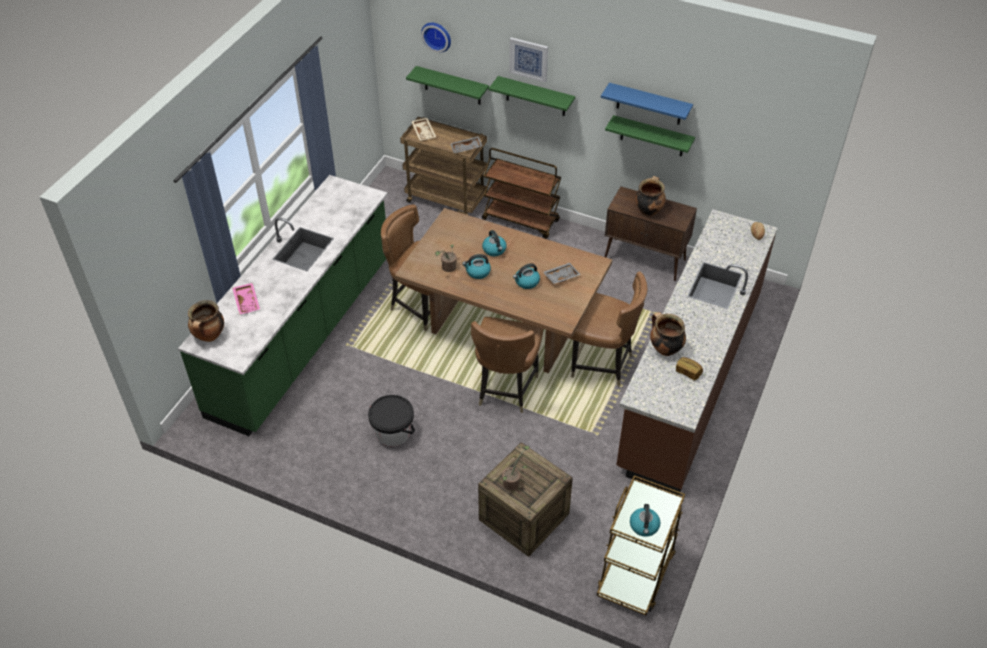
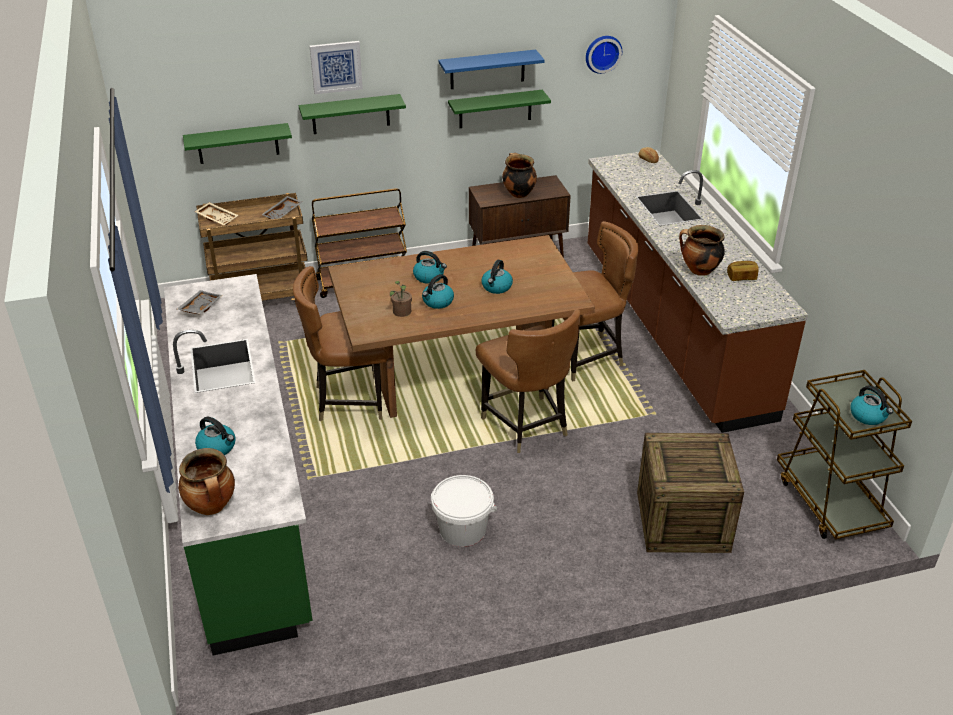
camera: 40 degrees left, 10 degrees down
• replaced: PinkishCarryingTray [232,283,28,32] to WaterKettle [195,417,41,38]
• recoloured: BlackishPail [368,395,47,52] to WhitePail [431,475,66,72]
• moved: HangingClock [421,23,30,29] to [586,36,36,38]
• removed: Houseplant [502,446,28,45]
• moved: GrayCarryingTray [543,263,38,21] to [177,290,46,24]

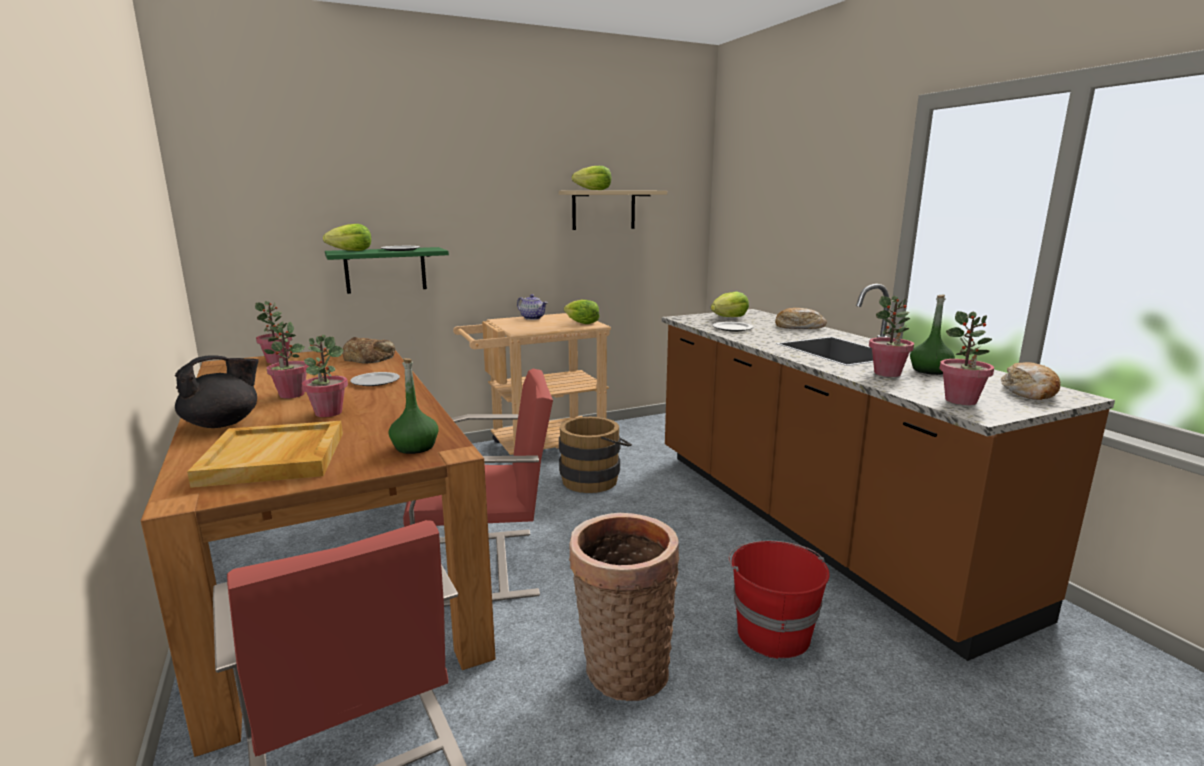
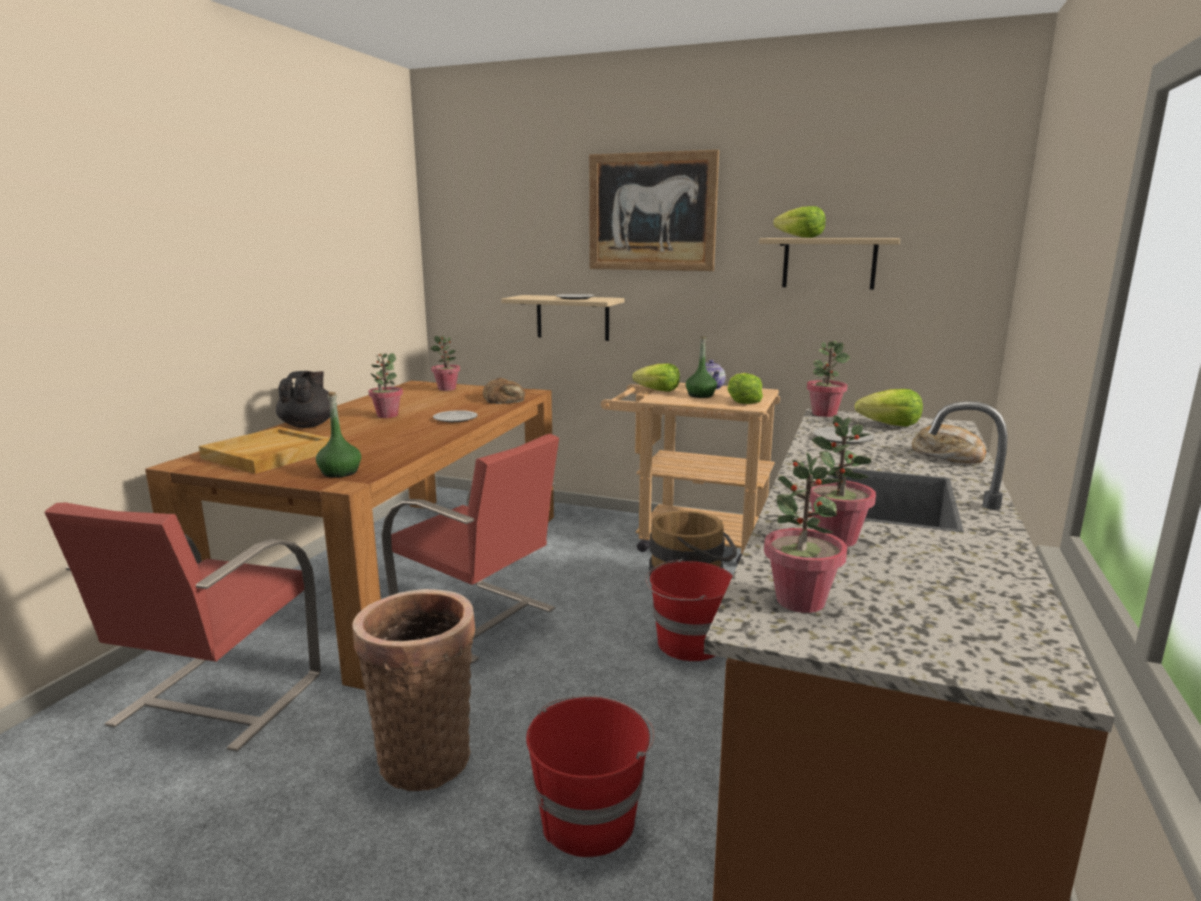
camera: 45 degrees right, 0 degrees up
• turned: BlackishTeaPot [175,355,84,73] = [276,371,61,57] 90 degrees counterclockwise
• moved: Houseplant [302,335,46,82] to [807,341,43,76]
• moved: LettuceHead [323,224,48,27] to [632,363,48,29]
• recoloured: GreenishBracketShelf [325,247,124,47] to SandColouredBracketShelf [501,295,123,46]
• moved: GreenishBeverageBottle [910,295,45,80] to [686,336,31,62]
• removed: BakedBread [1001,362,59,38]
• added: WallPicture [589,150,130,121]
• added: RedColouredPail [646,559,86,102]

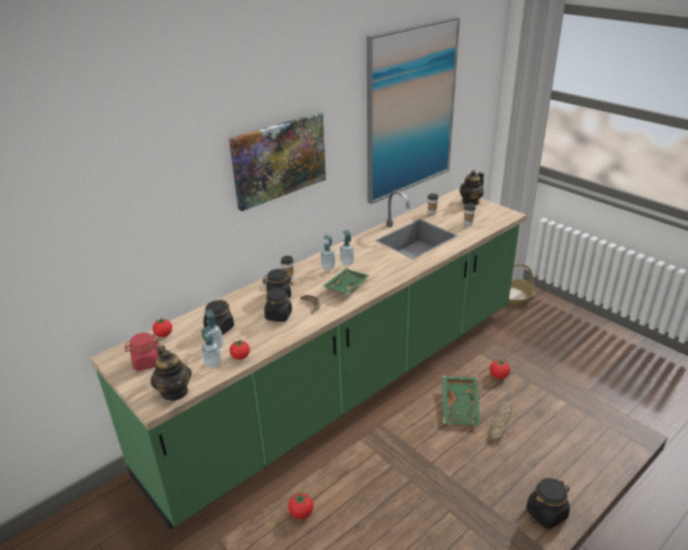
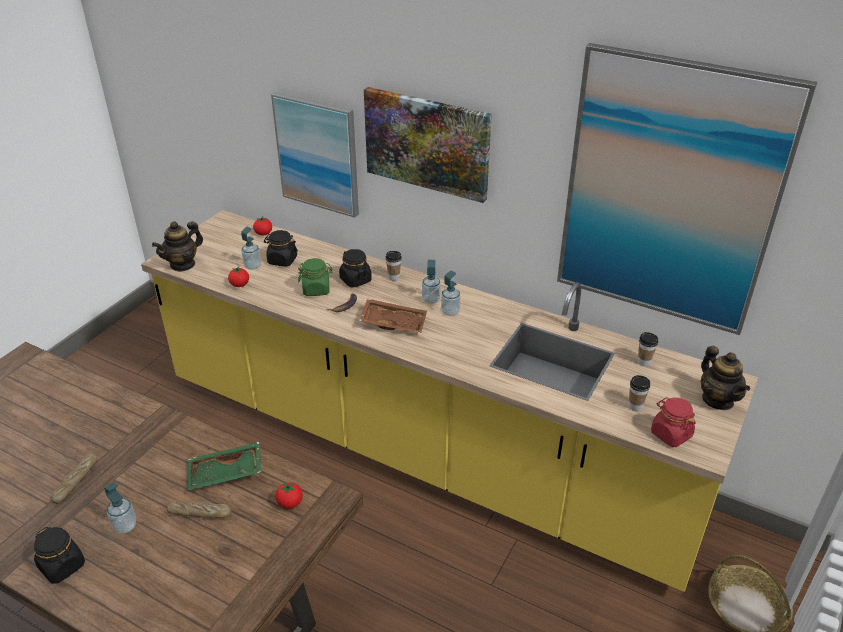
camera: 70 degrees right, 5 degrees up
• recoloured: GreenishCounter [90,189,437,340] to YellowColouredCounter [141,210,617,382]
• moved: RedColouredStorageJar [125,333,35,38] to [651,397,45,50]
• moved: SoapBottle [201,326,21,42] to [104,482,32,52]
• recoloured: BlackishStorageJar [264,288,28,34] to GreenishStorageJar [298,258,34,38]
• removed: WholeTomato [288,492,26,27]
• recoloured: GreenishCarryingTray [323,268,47,26] to BrownCarryingTray [359,299,68,35]
• turned: TeaPot [460,170,24,36] = [701,346,49,64] 135 degrees counterclockwise
• added: BakedBread [52,453,45,51]
• added: WallPicture [271,92,88,126]

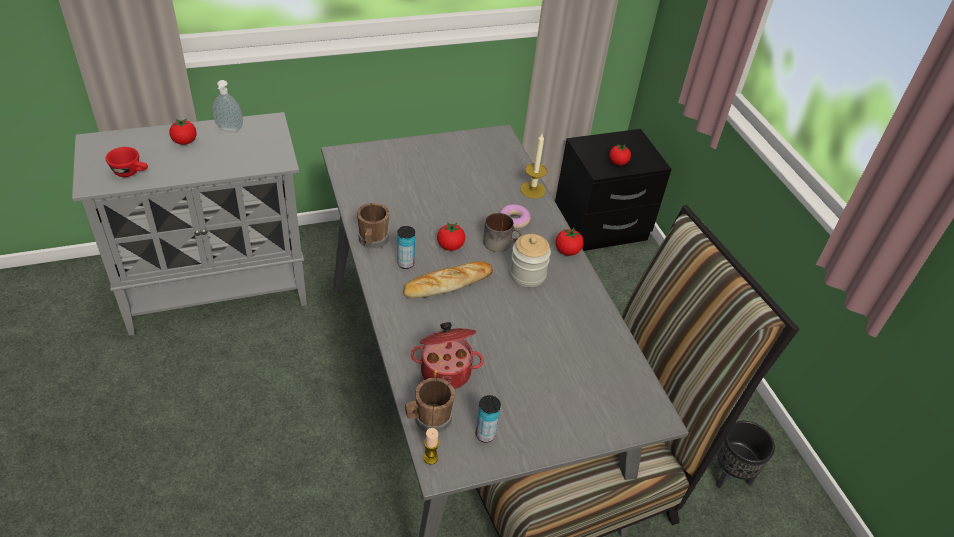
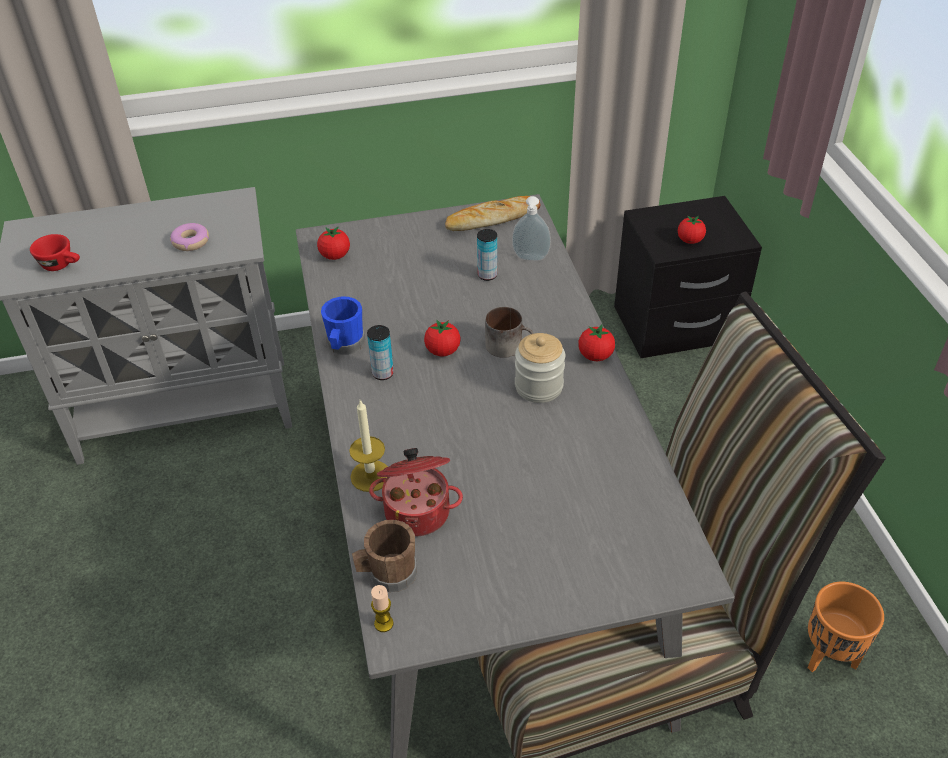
camera: 10 degrees right, 0 degrees up
• moved: WholeTomato [169,118,28,27] to [317,226,33,34]
• moved: SoapBottle [212,80,31,51] to [512,196,39,65]
• recoloured: BrownTeaMug [357,203,32,46] to BlueColouredTeaMug [321,297,44,58]
• moved: BakedBread [404,261,89,37] to [445,196,96,35]
• moved: Can [476,395,25,48] to [477,229,20,52]
• moved: RingDoughnut [499,204,32,25] to [170,223,39,28]
• moved: WaxCandle [520,134,27,64] to [349,400,39,92]
• recoloured: BlackishFlowerPot [716,421,59,68] to OrangeyFlowerPot [808,582,76,90]

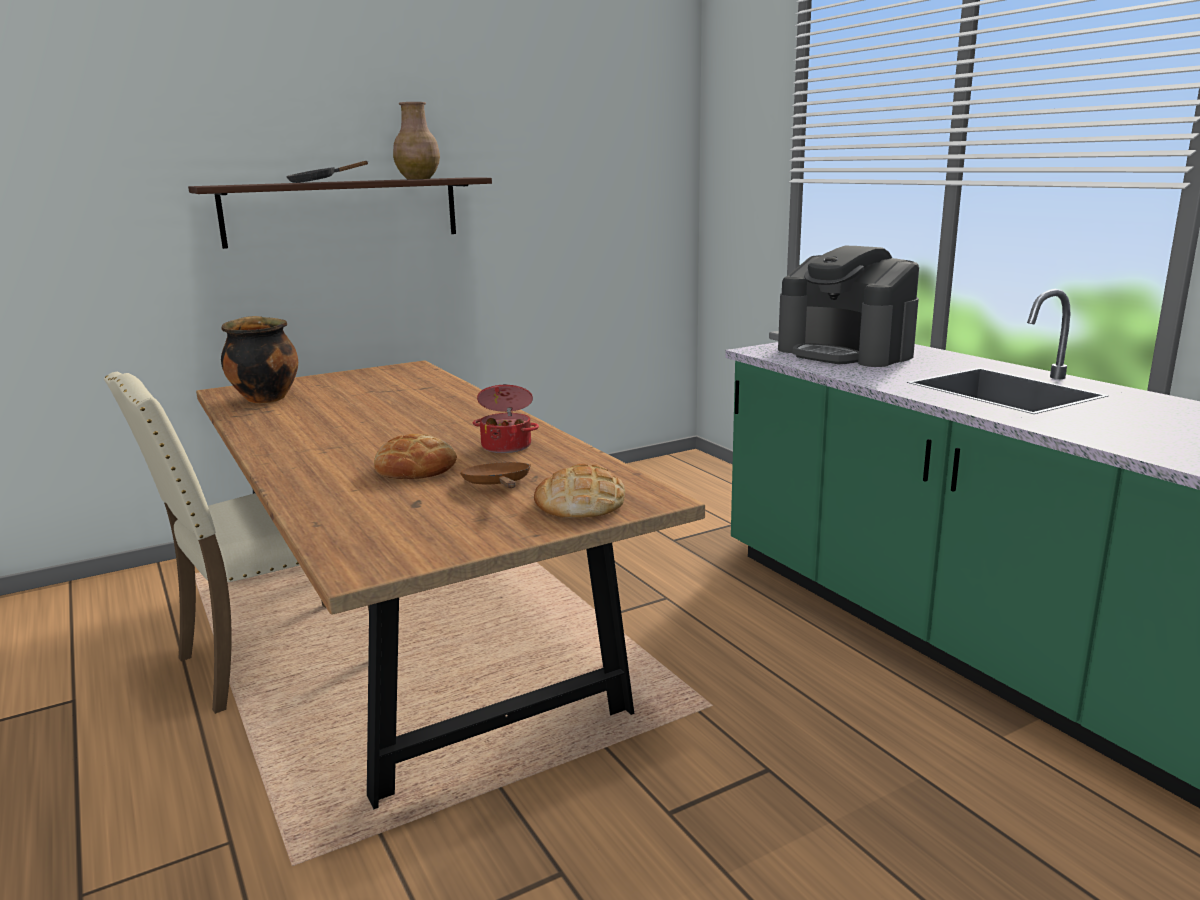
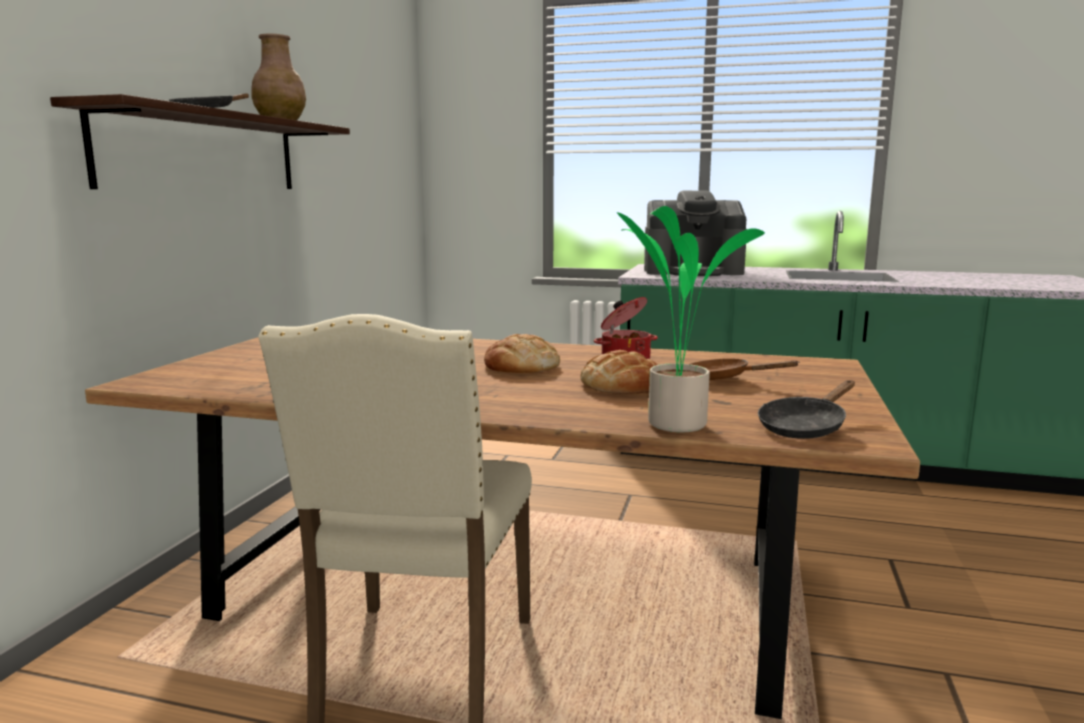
camera: 45 degrees left, 5 degrees down
• removed: Saucepot [221,316,77,88]
• moved: BakedBread [534,464,91,54] to [484,334,76,39]
• added: Houseplant [617,206,148,227]
• added: BlackishPan [758,380,97,59]

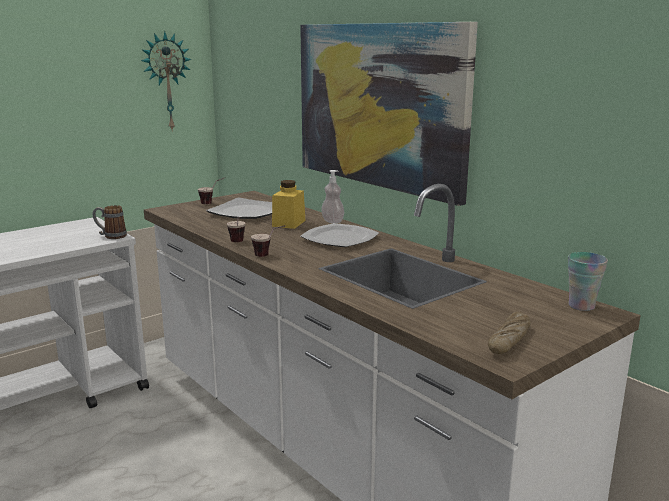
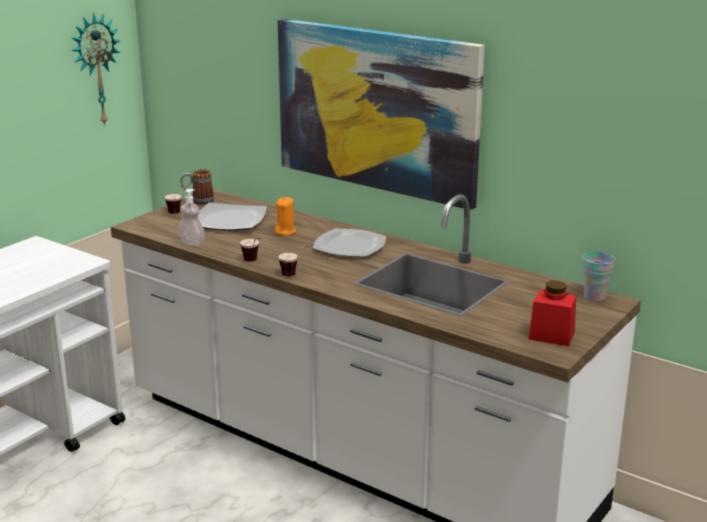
camera: 15 degrees left, 5 degrees up
• moved: TeaMug [92,205,35,34] to [180,169,34,36]
• replaced: YellowColouredStorageJar [272,180,34,49] to OrangeyWaxCandle [274,197,22,39]
• moved: SoapBottle [321,170,24,53] to [178,189,27,57]
• replaced: BakedBread [488,312,43,42] to RedColouredStorageJar [529,281,47,65]

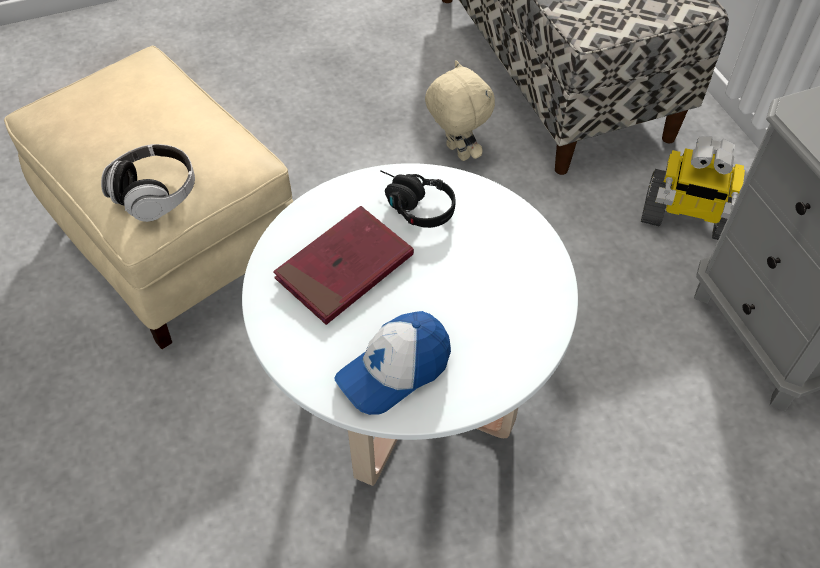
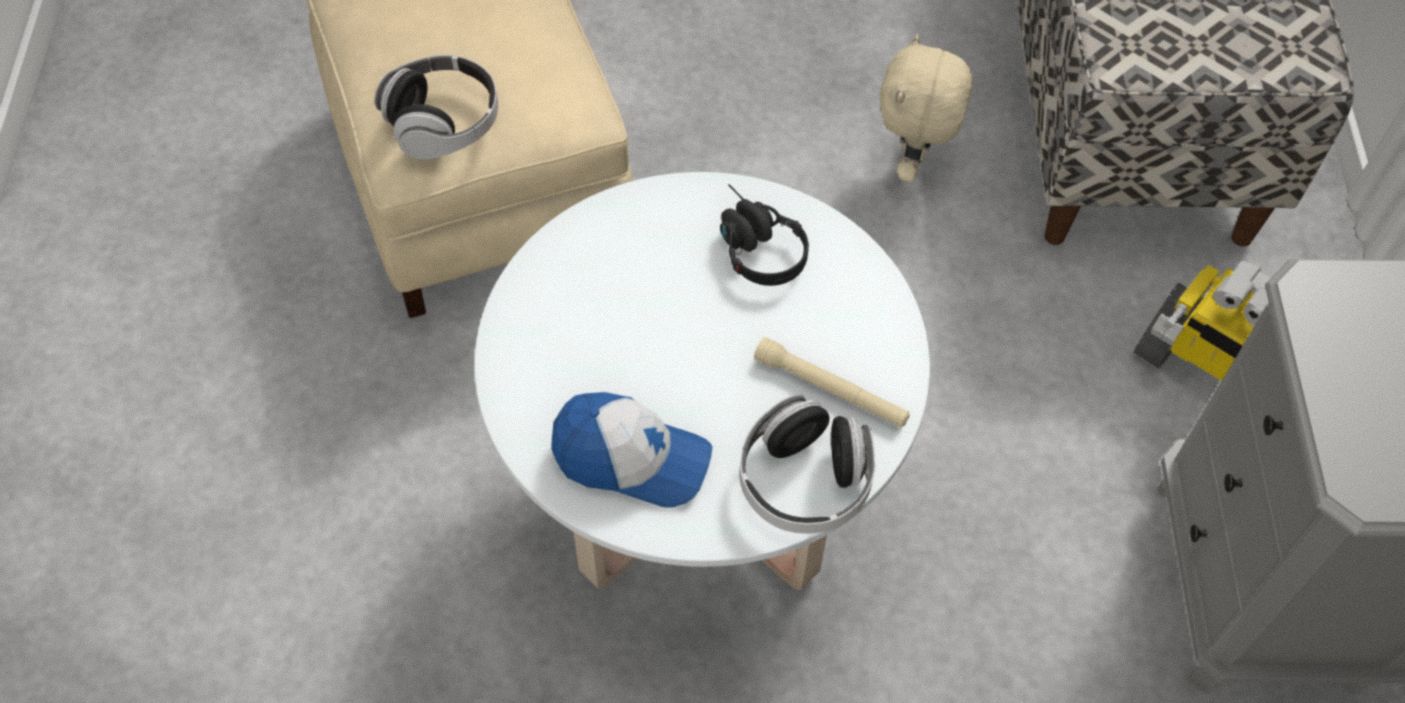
camera: 20 degrees right, 5 degrees up
• removed: RedColouredBoundBook [273,206,141,119]
• turned: PeakedCap [335,311,116,104] = [551,392,161,116] 150 degrees counterclockwise
• turned: SandColouredCuddlyToy [425,60,70,101] = [880,34,92,148] 150 degrees counterclockwise
• added: Headset [739,394,136,140]
• added: SandColouredFlashlight [754,337,156,90]

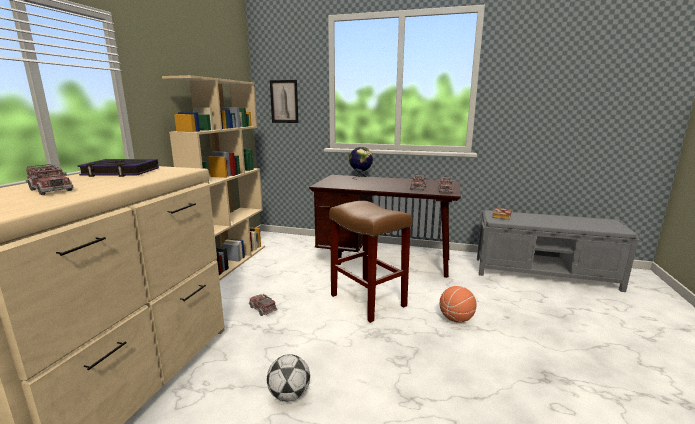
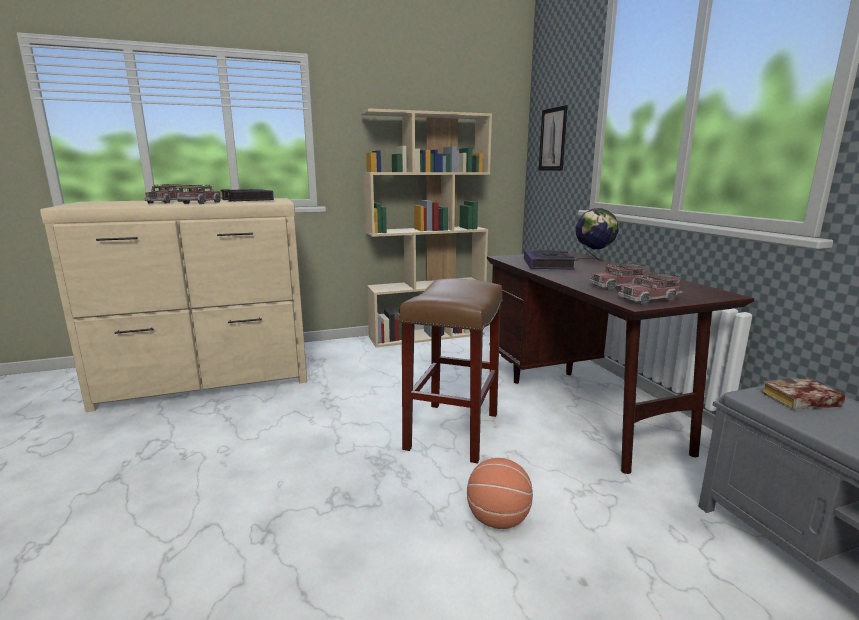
camera: 55 degrees right, 0 degrees up
• moved: ModelTruck [249,294,29,22] to [178,184,44,20]
• removed: BallForFootball [267,354,43,48]
• added: BoundBook [524,250,51,19]

